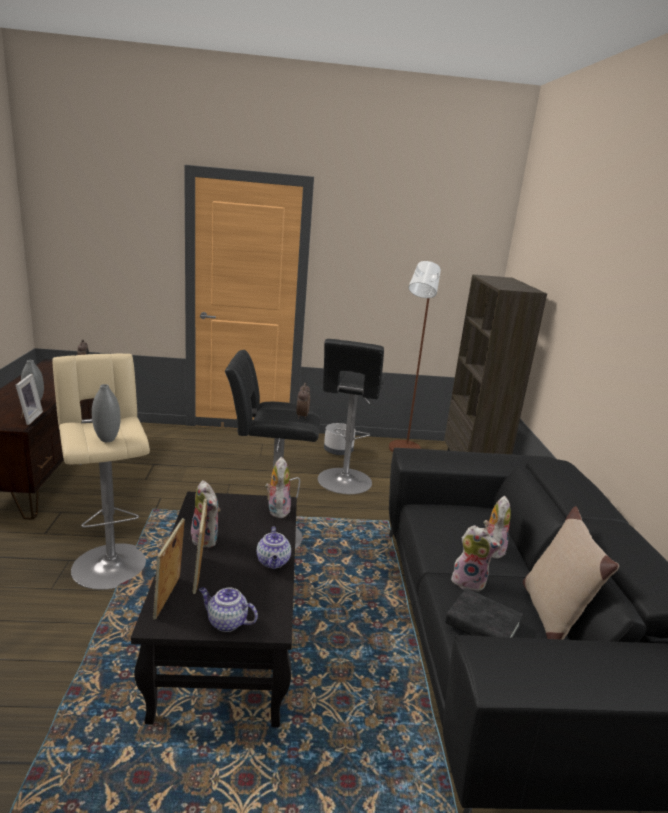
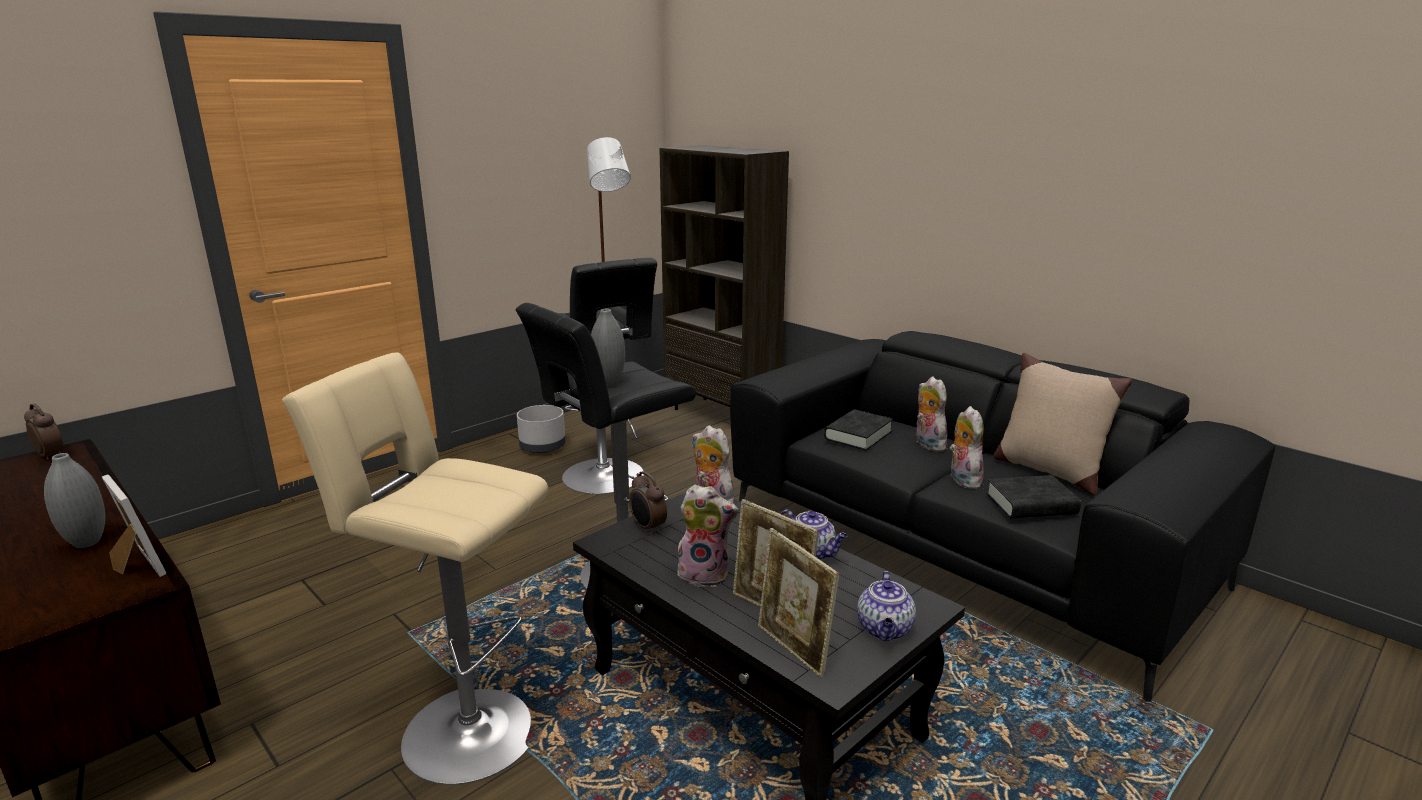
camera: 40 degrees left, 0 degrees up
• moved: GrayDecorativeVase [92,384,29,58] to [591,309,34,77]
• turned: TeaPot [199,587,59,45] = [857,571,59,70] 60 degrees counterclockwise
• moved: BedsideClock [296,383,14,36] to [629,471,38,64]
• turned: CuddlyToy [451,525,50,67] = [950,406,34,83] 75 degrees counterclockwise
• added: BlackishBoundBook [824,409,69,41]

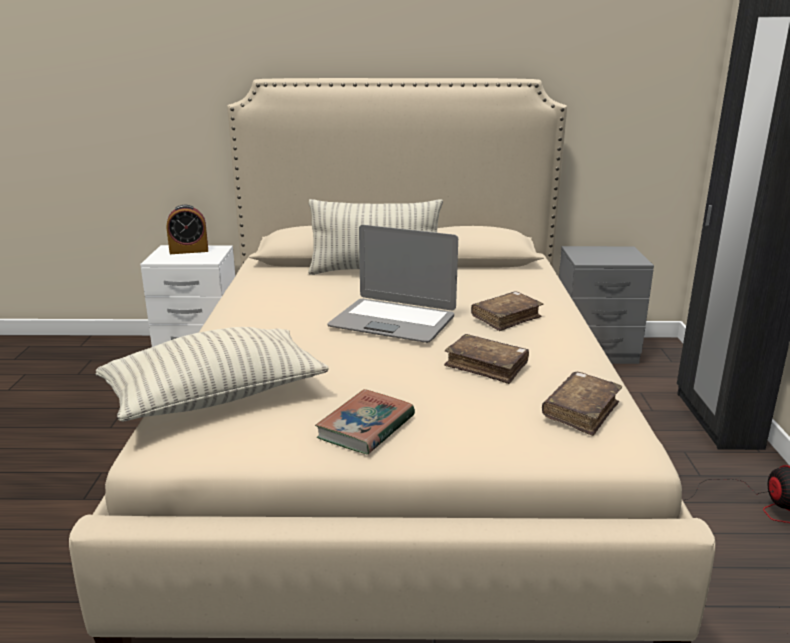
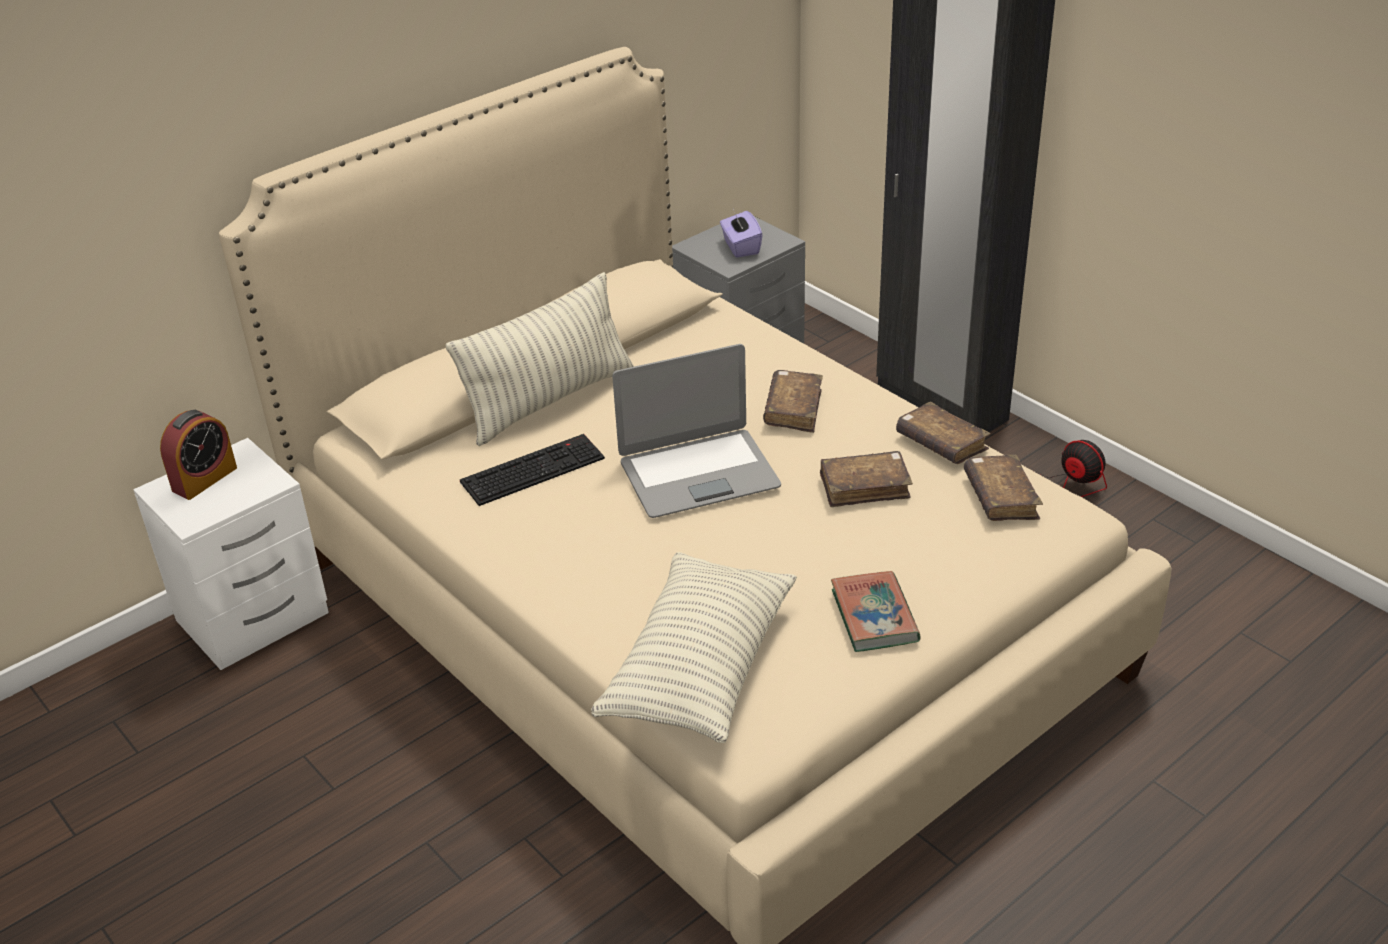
camera: 40 degrees left, 15 degrees up
• added: Keyboard [460,434,145,72]
• added: PurpleBoxOfTissues [720,209,42,49]
• added: BrownBoundBook [896,402,94,62]

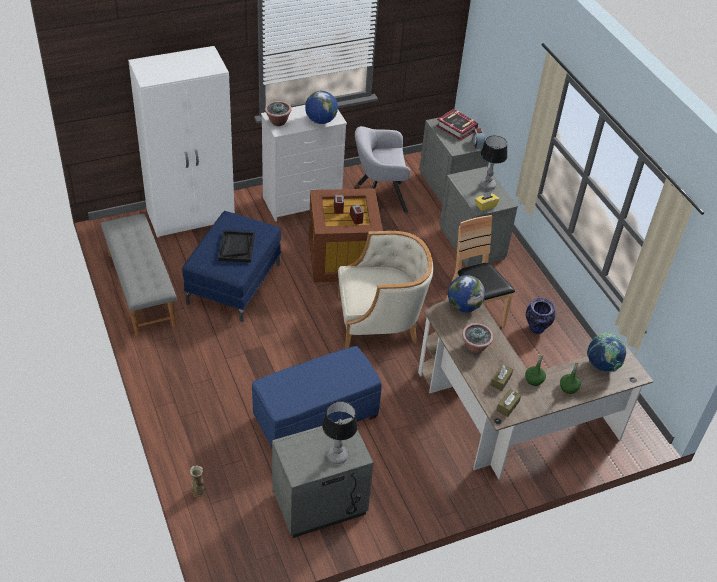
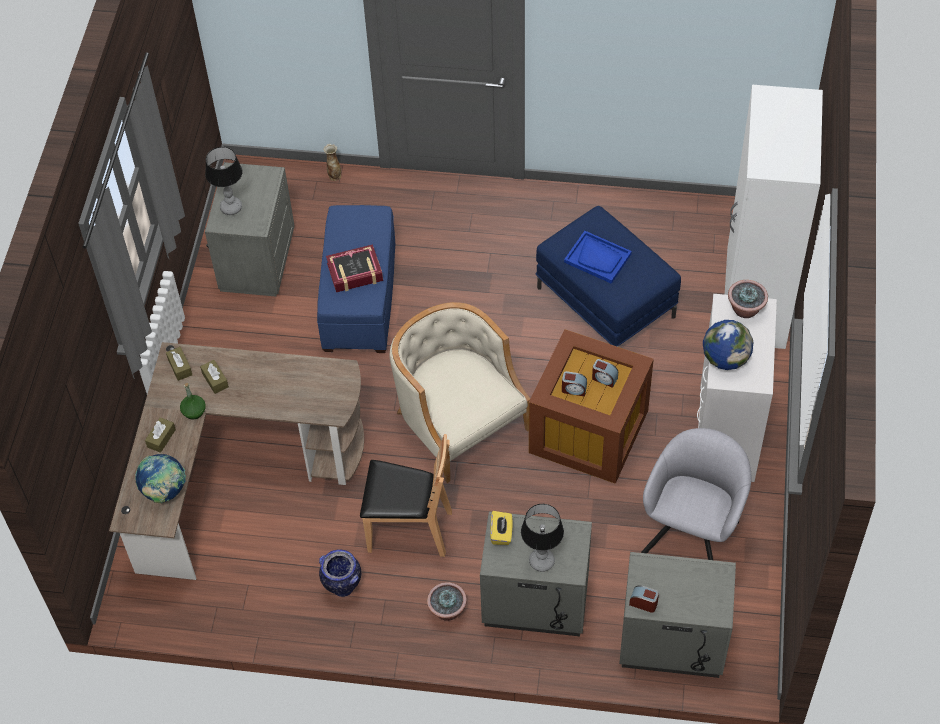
camera: 125 degrees right, 10 degrees up
• removed: GrayLongSeat [101,214,76,122]
• recoloured: BlackishCarryingTray [218,230,37,33] to BlueColouredCarryingTray [564,231,68,53]
• turned: SandColouredEasyChair [338,231,95,118] = [389,302,141,181] 120 degrees clockwise
• moved: BoundBook [436,109,42,31] to [326,244,57,48]
• removed: Globe [448,275,37,37]
• moved: Houseplant [462,323,32,30] to [427,582,40,39]
• replaced: GreenishBeverageBottle [560,361,21,33] to BrownBoxOfTissues [145,417,31,36]

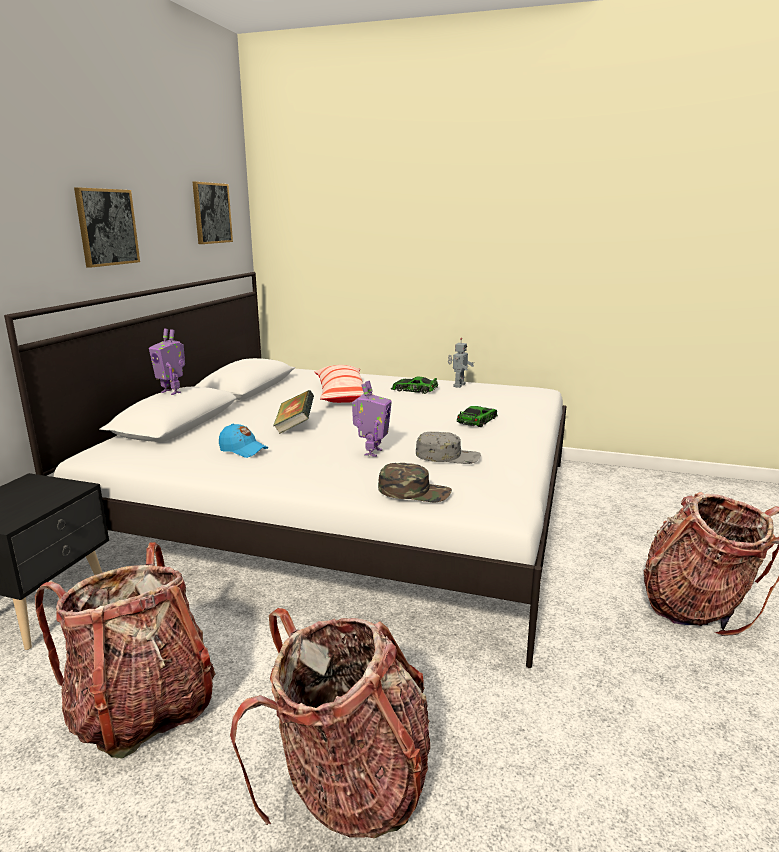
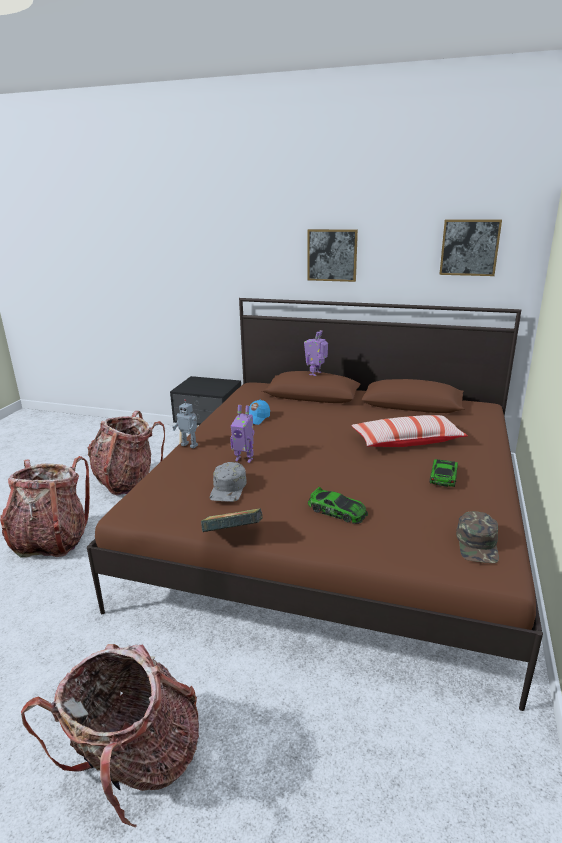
camera: 90 degrees right, 5 degrees up
• recoloured: WhiteBed [4,272,562,396] to BrownBed [87,298,456,413]
• moved: BoundBook [273,390,41,44] to [201,508,62,24]
• moved: GreenishPeakedCap [378,463,74,39] to [456,511,43,52]
• moved: RobotFigure [448,338,26,50] to [173,399,25,49]

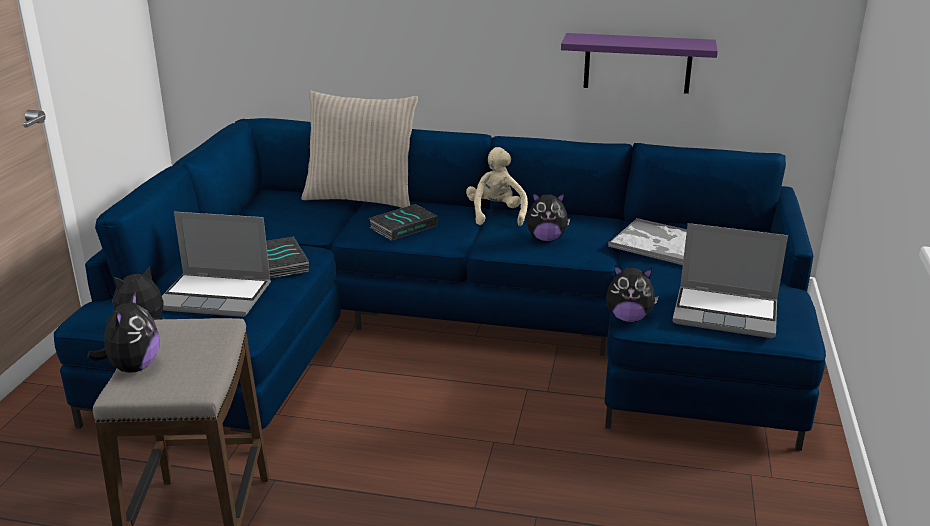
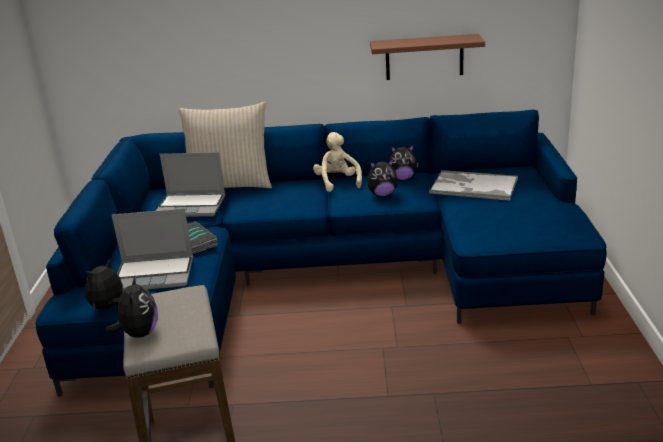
camera: 10 degrees left, 0 degrees up
• removed: BoundBook [368,204,70,37]
• recoloured: PurpleBracketShelf [561,33,157,61] to BrownBracketShelf [370,34,115,46]
• moved: CuddlyToy [606,265,53,57] to [389,145,30,35]
• moved: PortableComputer [672,223,116,115] to [156,152,69,65]

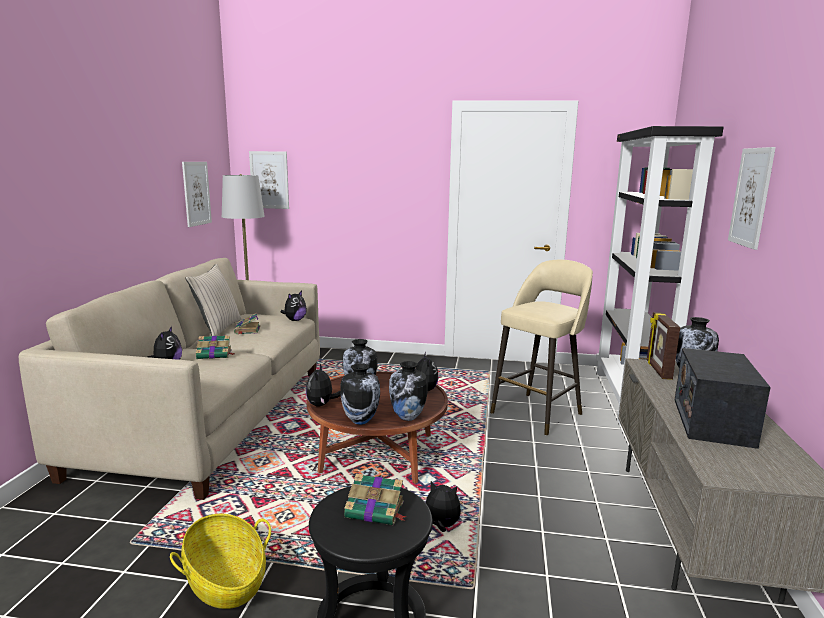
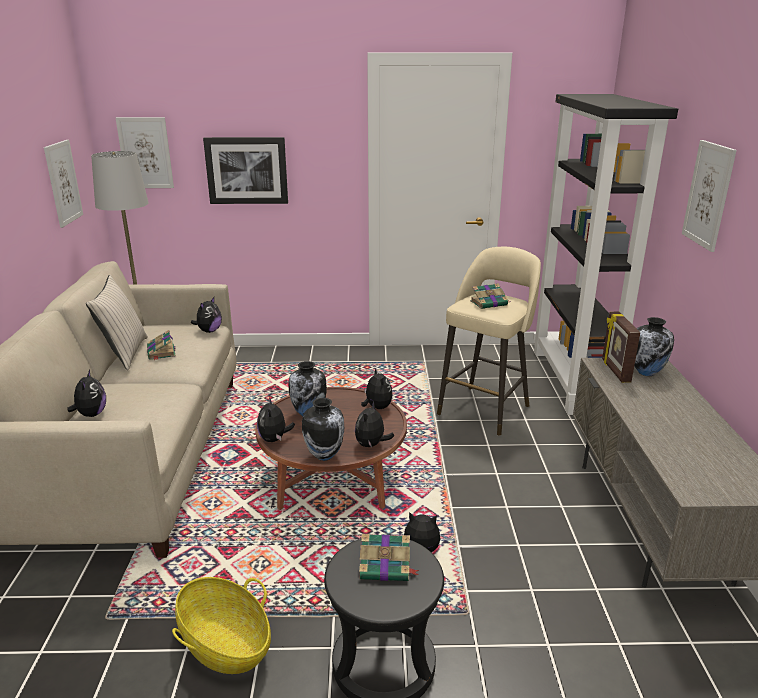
camera: 10 degrees left, 10 degrees up
• moved: BoundBook [196,335,39,24] to [470,283,39,26]
• replaced: DecorativeVase [389,361,39,60] to CuddlyToy [355,401,39,47]
• removed: Radio [675,348,96,101]
• added: WallPicture [203,137,85,67]

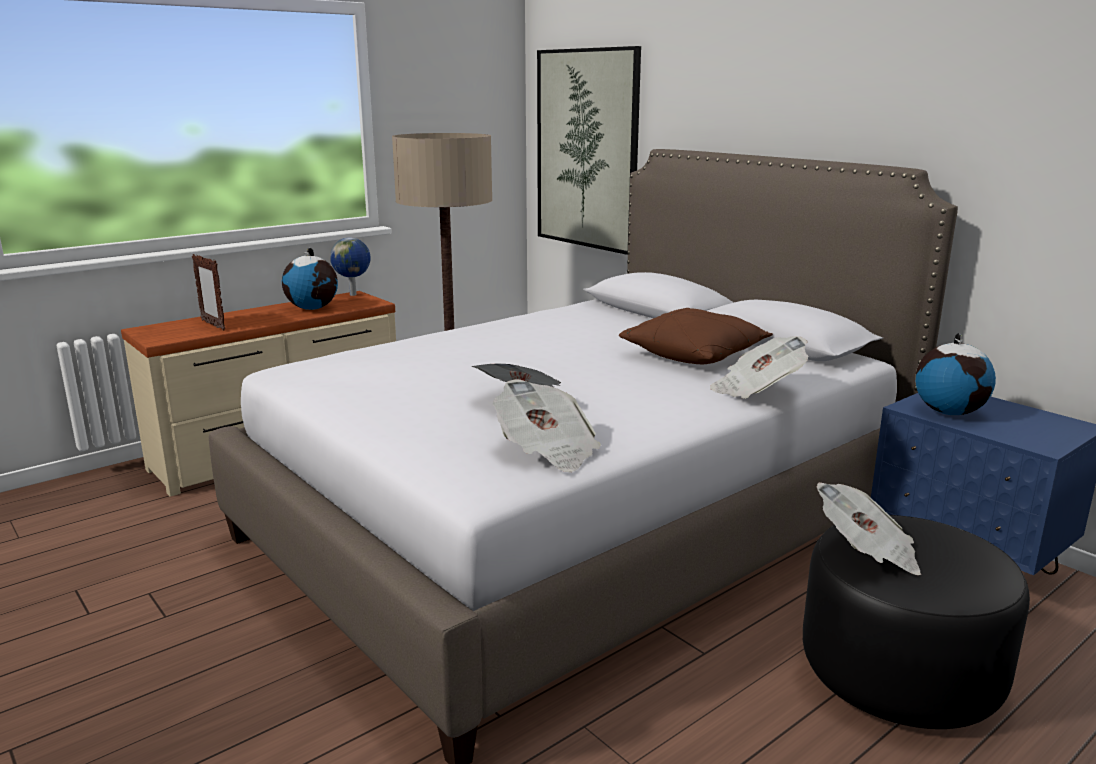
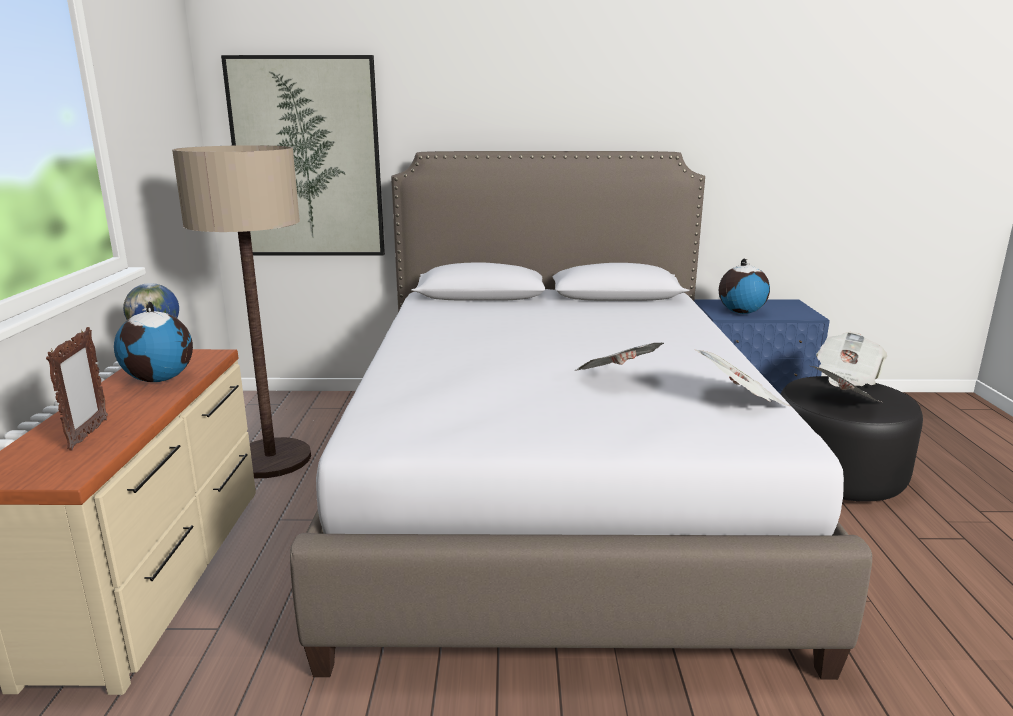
camera: 50 degrees left, 0 degrees up
• turned: PictureFrame [192,254,33,77] = [46,327,62,124] 90 degrees counterclockwise
• removed: BrownPillow [619,308,154,56]
• moved: Newspaper [710,336,99,63] to [816,332,71,55]

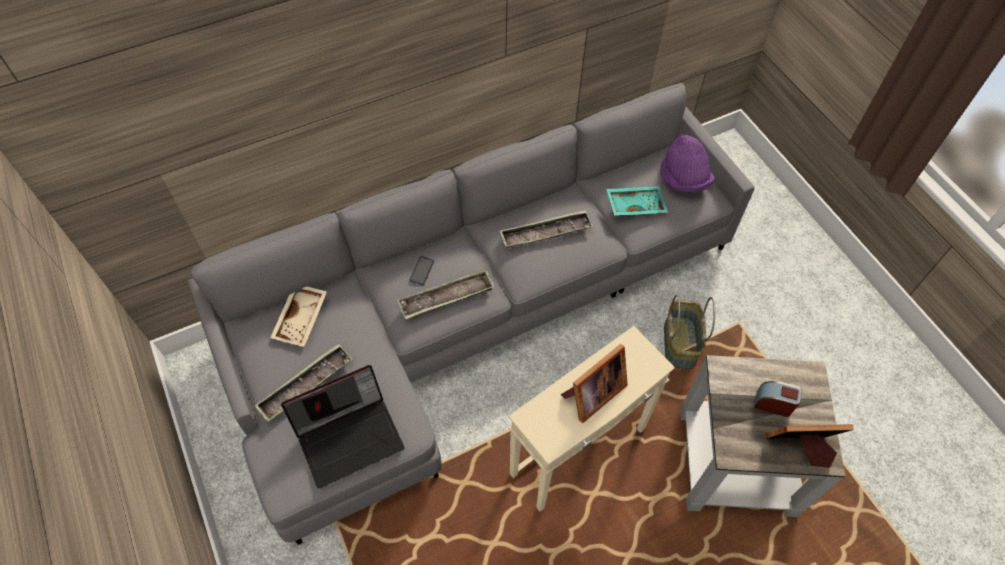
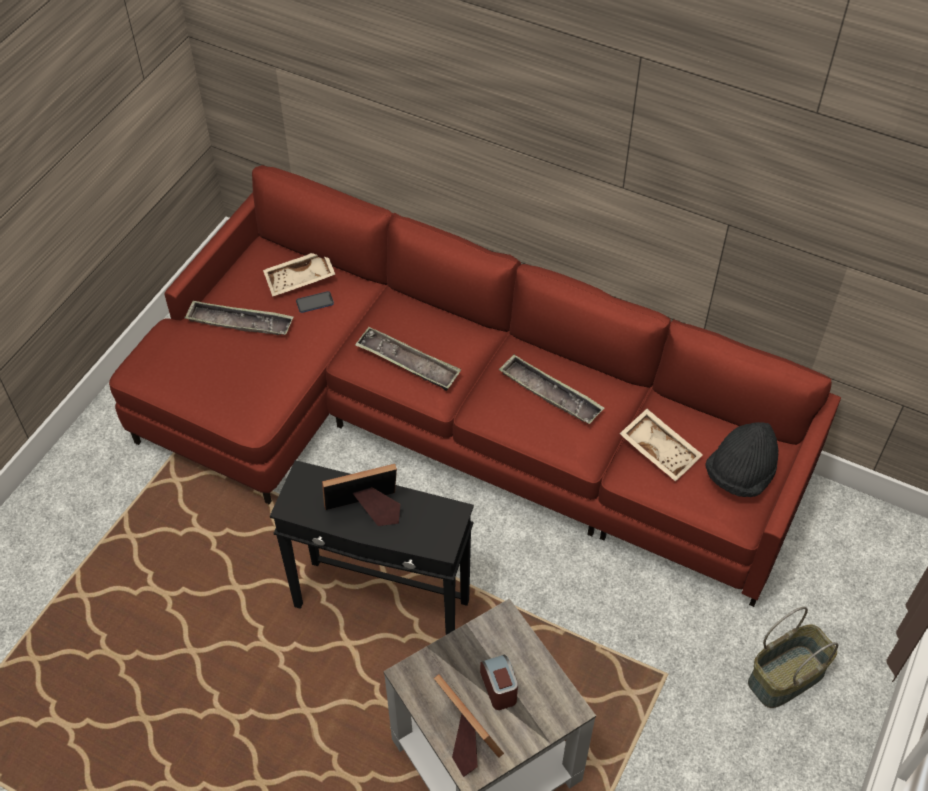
camera: 55 degrees right, 5 degrees down
• recoloured: GraySettee [188,83,567,462] to RedColouredSettee [109,165,732,442]
• removed: PortableComputer [281,365,124,124]
• moved: Phone [410,256,24,29] to [296,291,38,22]
• recoloured: SandColouredSideTable [508,326,167,186] to BlackishSideTable [270,460,204,175]
• turned: PictureFrame [561,344,67,79] = [322,464,78,62] 150 degrees clockwise
• recoloured: TurquoiseColouredCarryingTray [606,186,62,30] to SandColouredCarryingTray [619,409,84,73]
• recoloured: PurpleWearableHat [660,134,55,58] to BlackishWearableHat [705,422,73,75]
• moved: StorageBasket [664,295,51,74] to [748,607,90,101]

